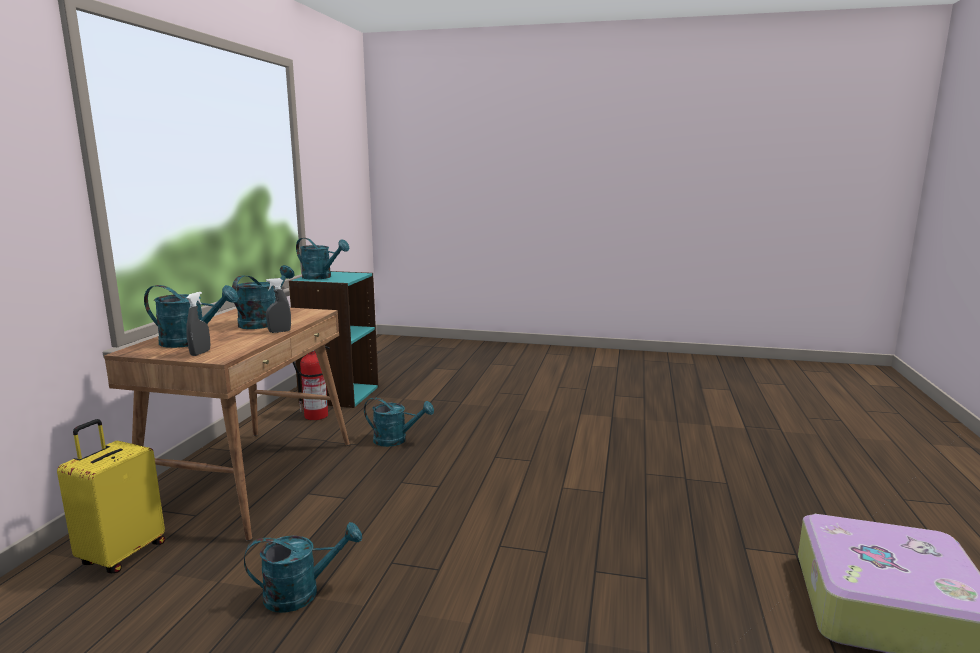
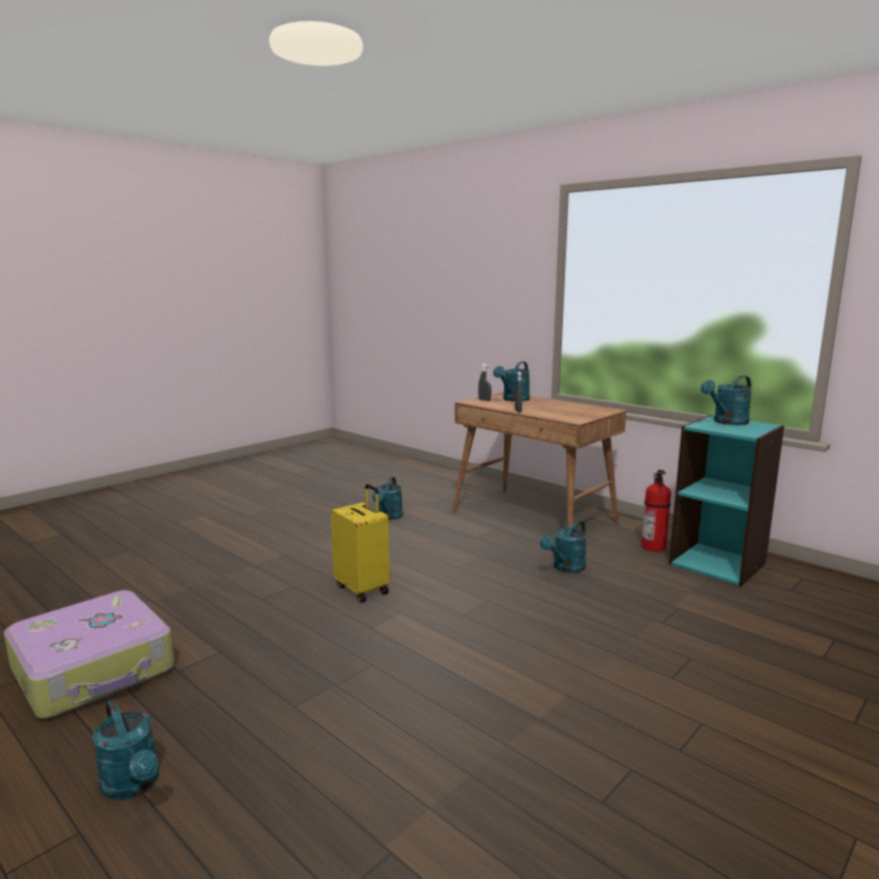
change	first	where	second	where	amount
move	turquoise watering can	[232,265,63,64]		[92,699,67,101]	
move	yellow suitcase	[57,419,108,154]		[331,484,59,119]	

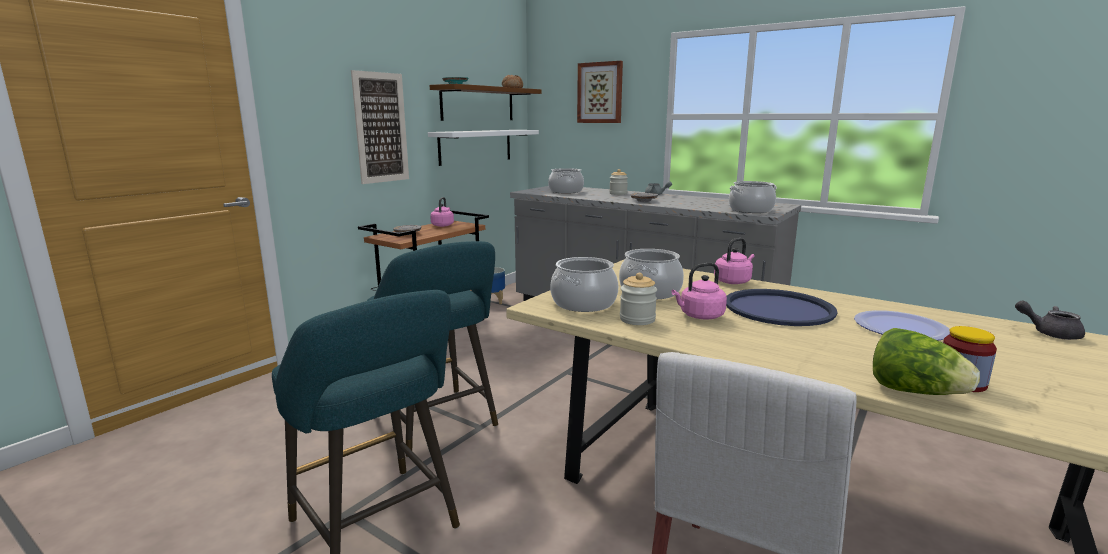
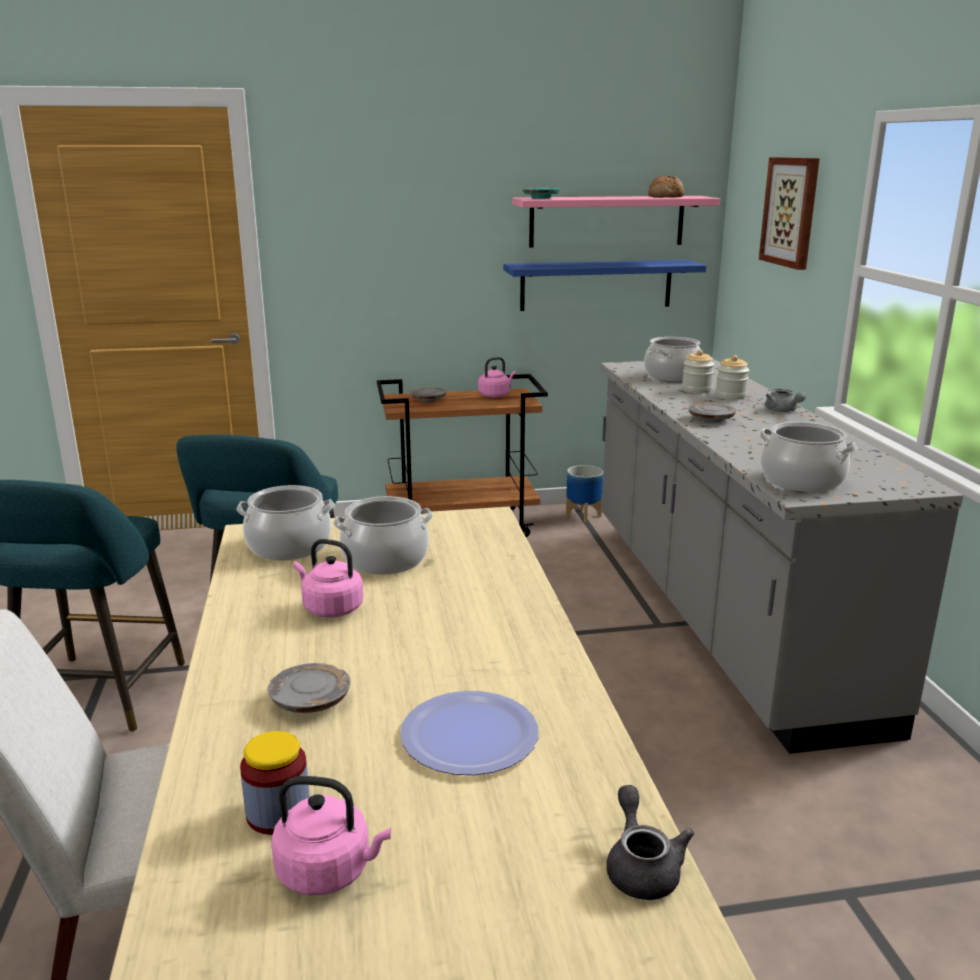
change	first	where	second	where	amount
delete	picture	[351,70,58,114]			
recolor	brown shelf	[430,84,112,37]	pink shelf	[512,196,208,51]	
recolor	white shelf	[428,130,111,36]	blue shelf	[503,260,203,51]	
move	pink kettle	[714,238,41,46]		[271,776,120,120]	
move	jar	[620,273,37,52]		[682,350,33,43]	
delete	blue tray	[726,289,112,37]			
delete	lettuce	[873,328,107,67]			
insert			grey plate	[268,663,83,50]	

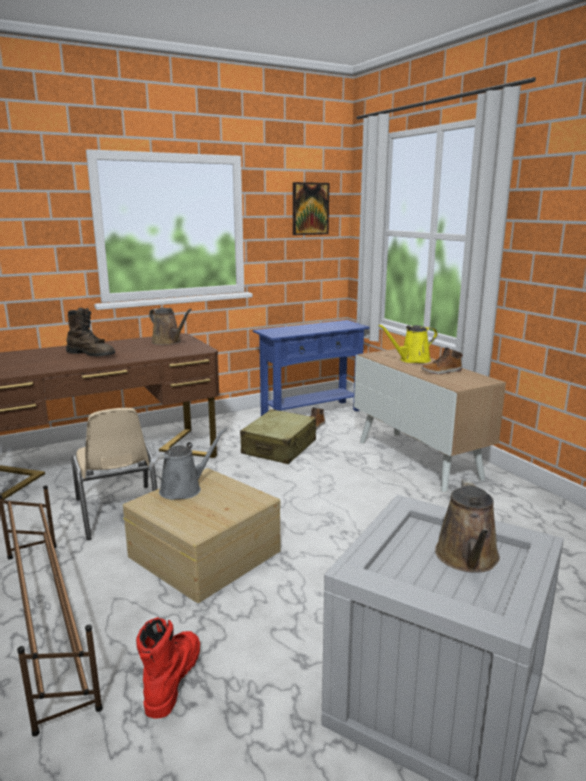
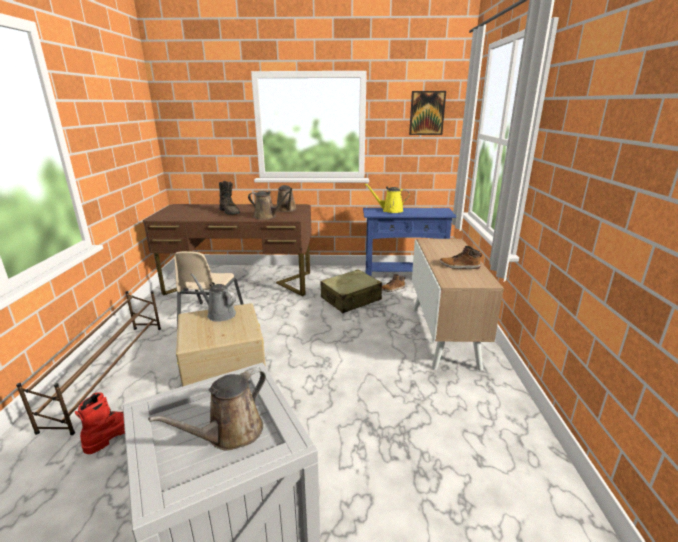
change	first	where	second	where	amount
move	yellow watering can	[378,325,60,38]		[365,184,45,29]	
rotate	grey watering can	[149,428,78,72]		[190,273,46,49]	135 degrees counterclockwise
insert			brown watering can	[248,191,43,29]	

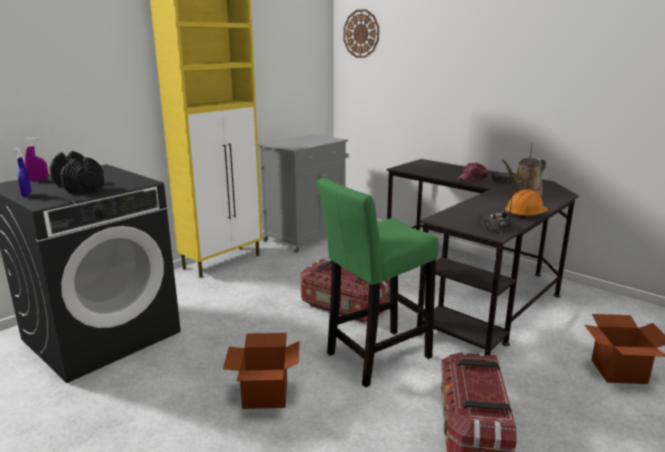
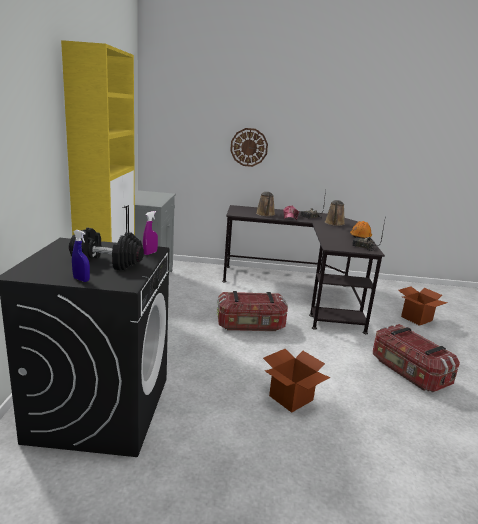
change	first	where	second	where	amount
move	wall clock	[343,9,36,49]		[230,128,38,39]	
move	purple spray bottle	[24,137,24,44]		[143,211,15,44]	
delete	green stool	[317,178,121,209]			
insert			brown watering can	[256,192,19,25]	

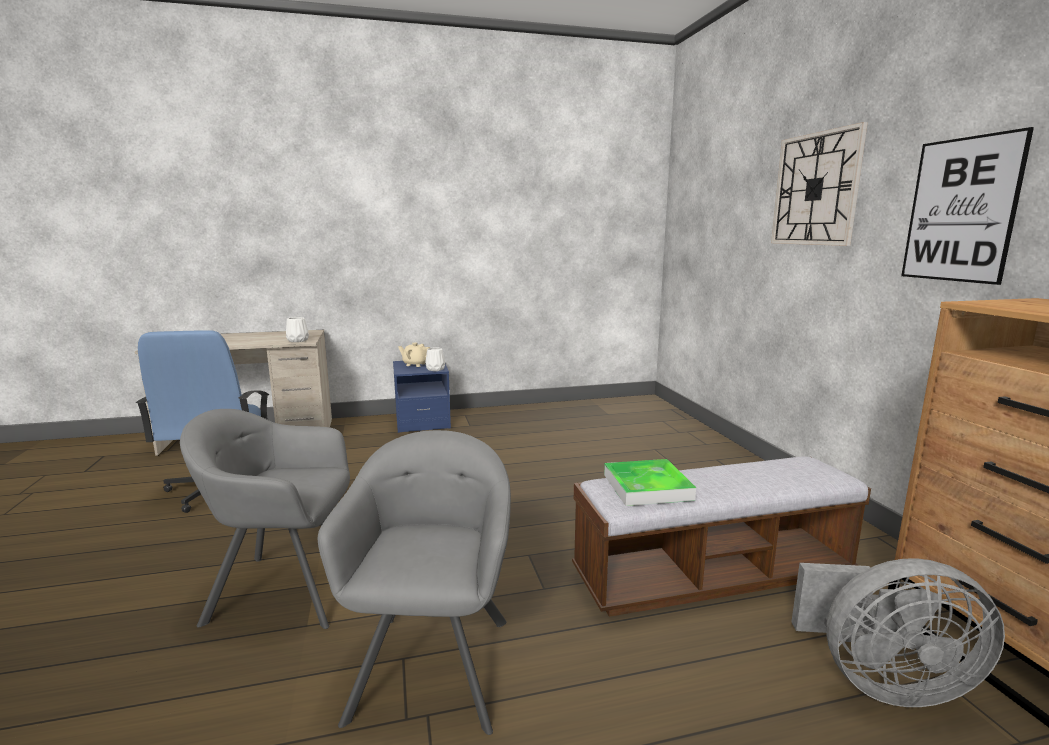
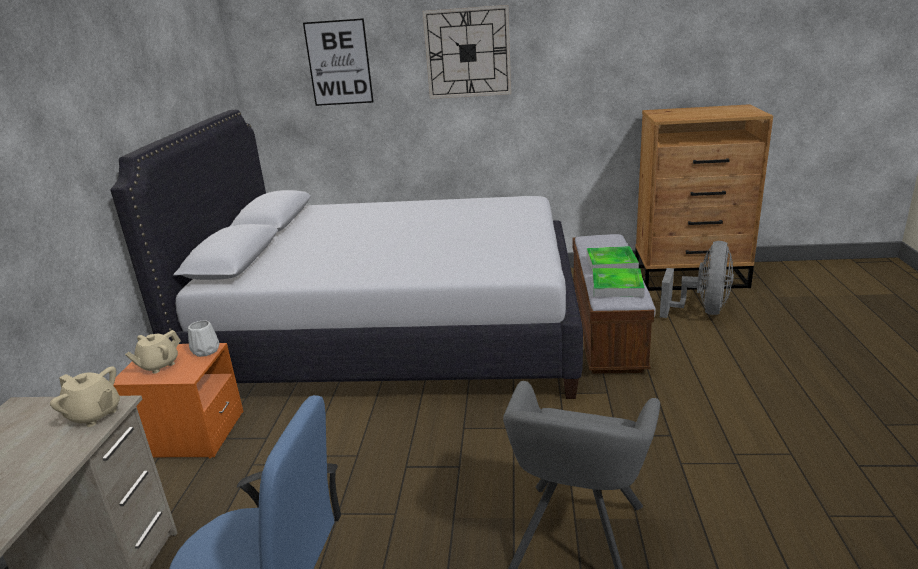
change	first	where	second	where	amount
move	picture	[901,127,133,158]		[303,18,71,88]	
replace	white vase	[286,317,23,25]	beige teapot	[50,366,70,61]	
recolor	blue nightstand	[393,361,58,72]	orange nightstand	[113,343,131,116]	
delete	grey armchair	[318,430,193,305]			
insert			white bed	[110,110,473,289]	
insert			tray	[586,246,53,27]	

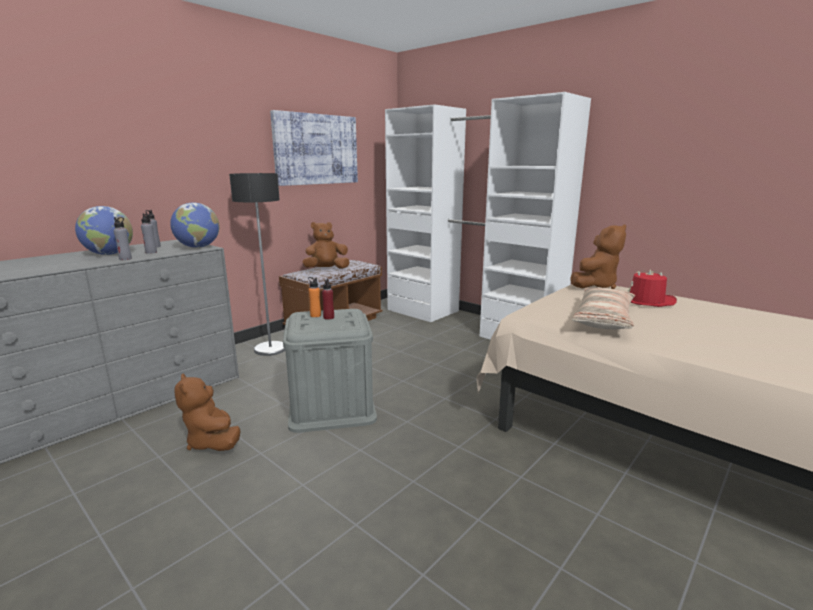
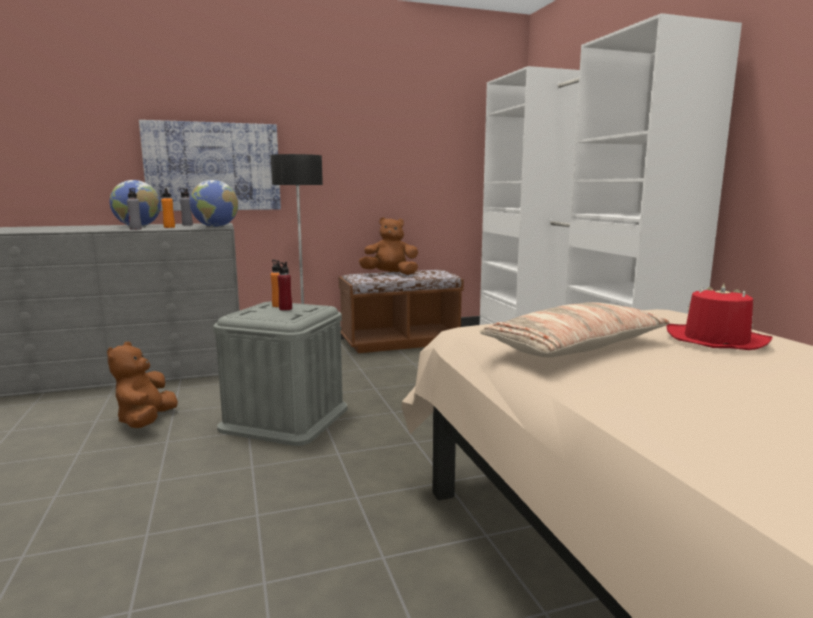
change	first	where	second	where	amount
move	picture	[270,110,88,76]		[139,120,142,91]	
recolor	grey bottle	[141,213,16,41]	orange bottle	[161,188,14,40]	
delete	brown plush toy	[571,224,55,65]			

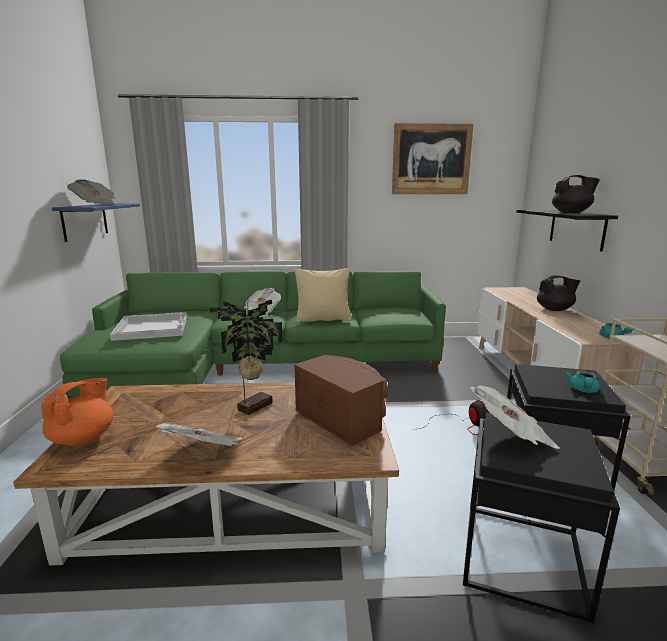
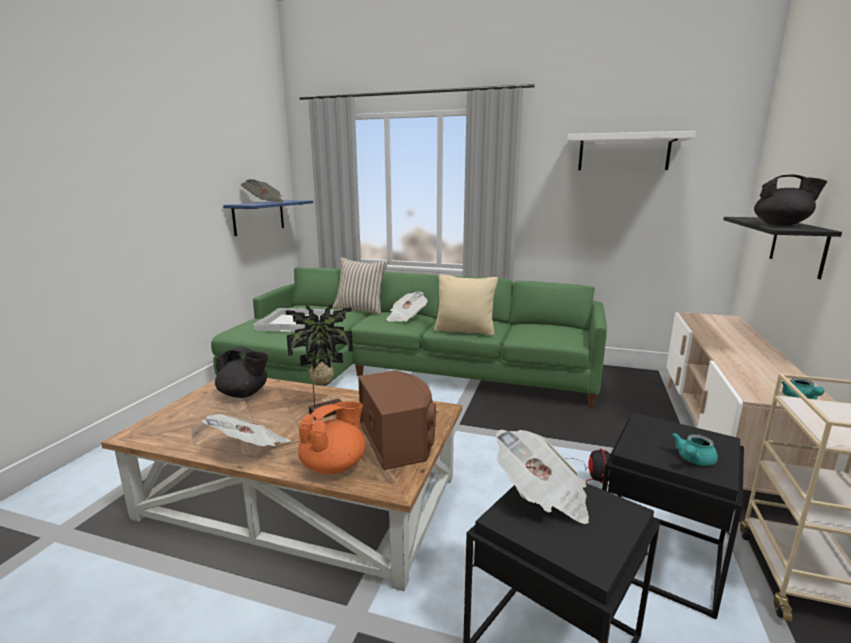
change	first	where	second	where	amount
replace	picture	[392,123,81,71]	white shelf	[567,131,129,39]	
move	black teapot	[537,275,43,36]		[215,347,53,51]	
move	orange teapot	[41,378,73,68]		[298,401,68,73]	
insert			beige pillow	[333,258,56,57]	

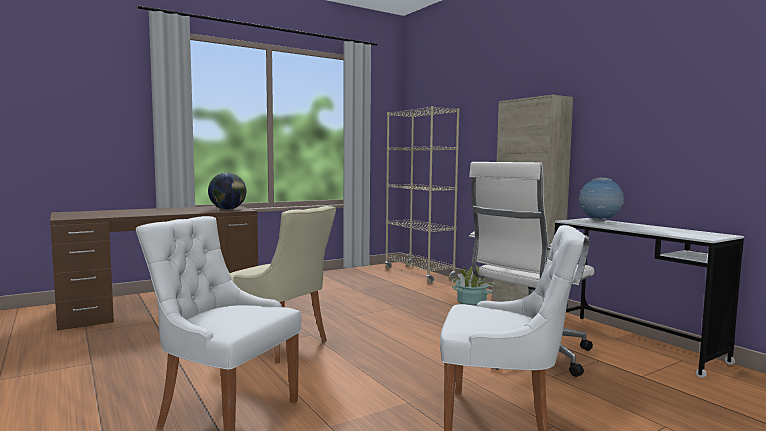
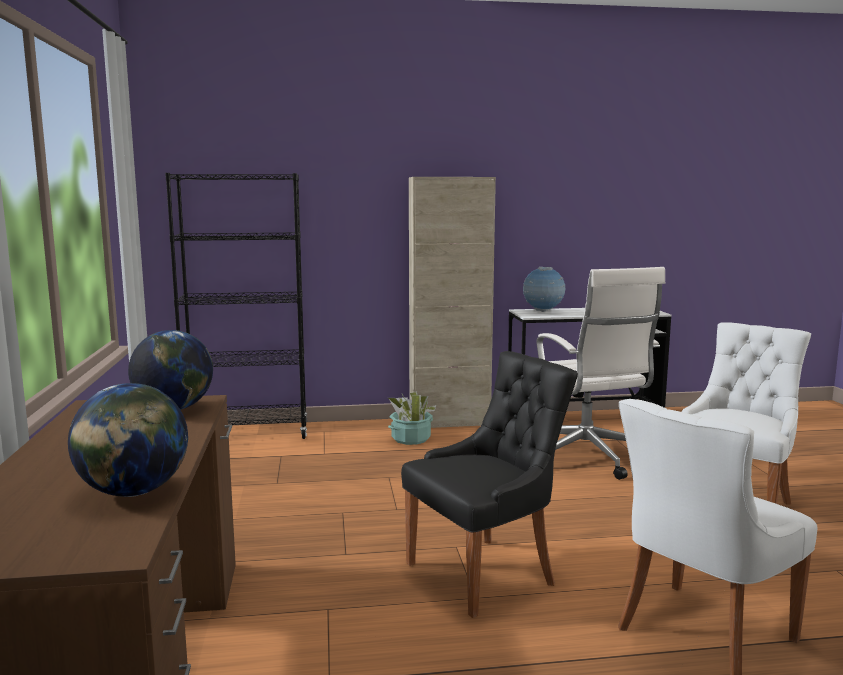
change	first	where	second	where	amount
recolor	beige bookcase	[385,106,75,178]	black bookcase	[165,173,143,266]	
recolor	beige chair	[230,206,106,157]	black chair	[401,351,177,267]	
insert			globe	[68,383,120,114]	

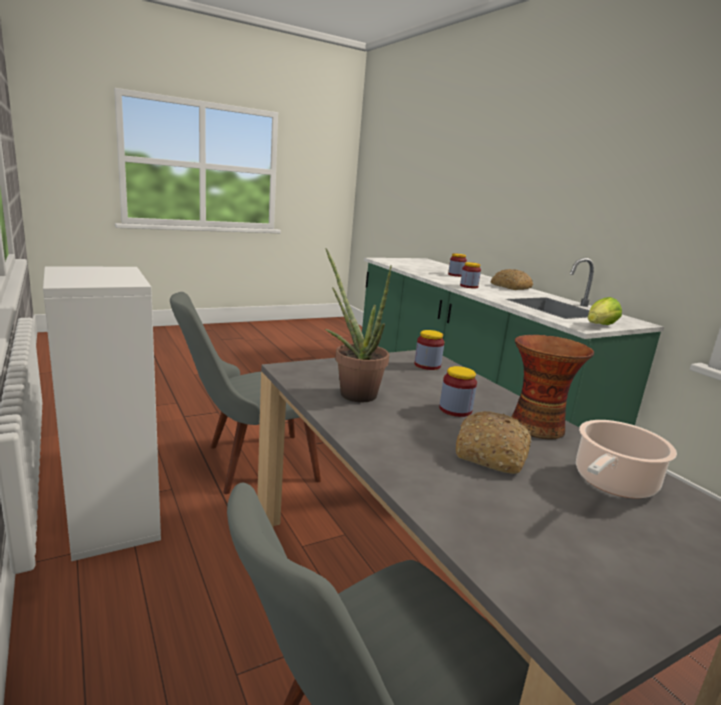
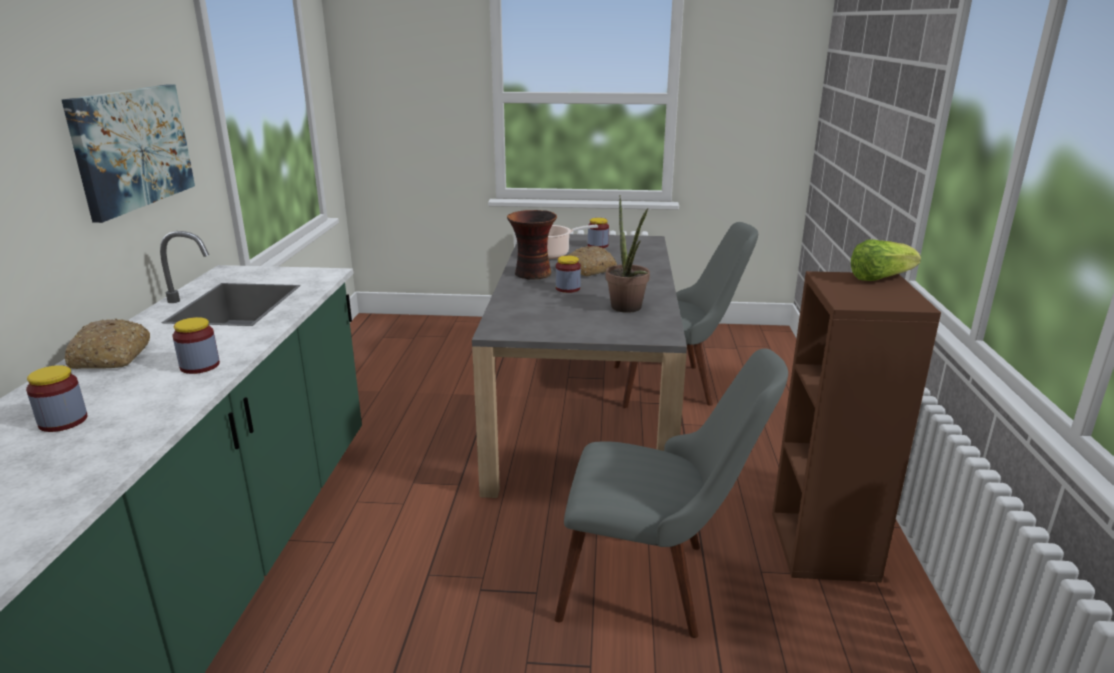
change	first	where	second	where	amount
recolor	white bookcase	[43,267,118,294]	brown bookcase	[772,271,169,311]	
move	lettuce	[588,297,34,28]		[851,239,70,42]	
move	jar	[414,330,30,40]		[588,218,21,30]	
insert			picture	[62,84,133,139]	

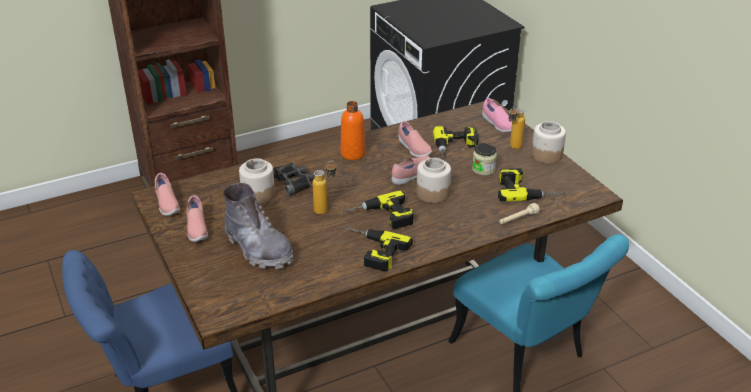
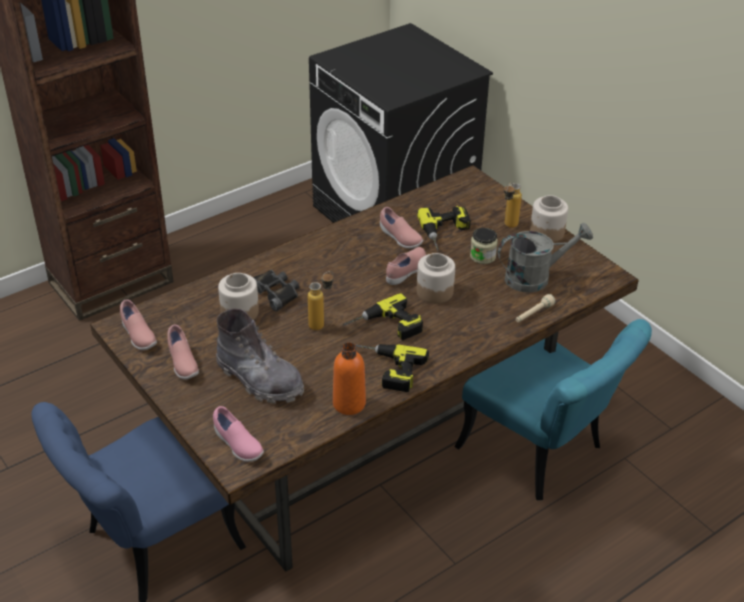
change	first	where	second	where	amount
move	pink shoe	[482,98,30,35]		[213,406,51,56]	
move	orange bottle	[341,101,24,59]		[333,342,33,73]	
replace	power drill	[498,168,66,34]	grey watering can	[498,223,95,70]	

